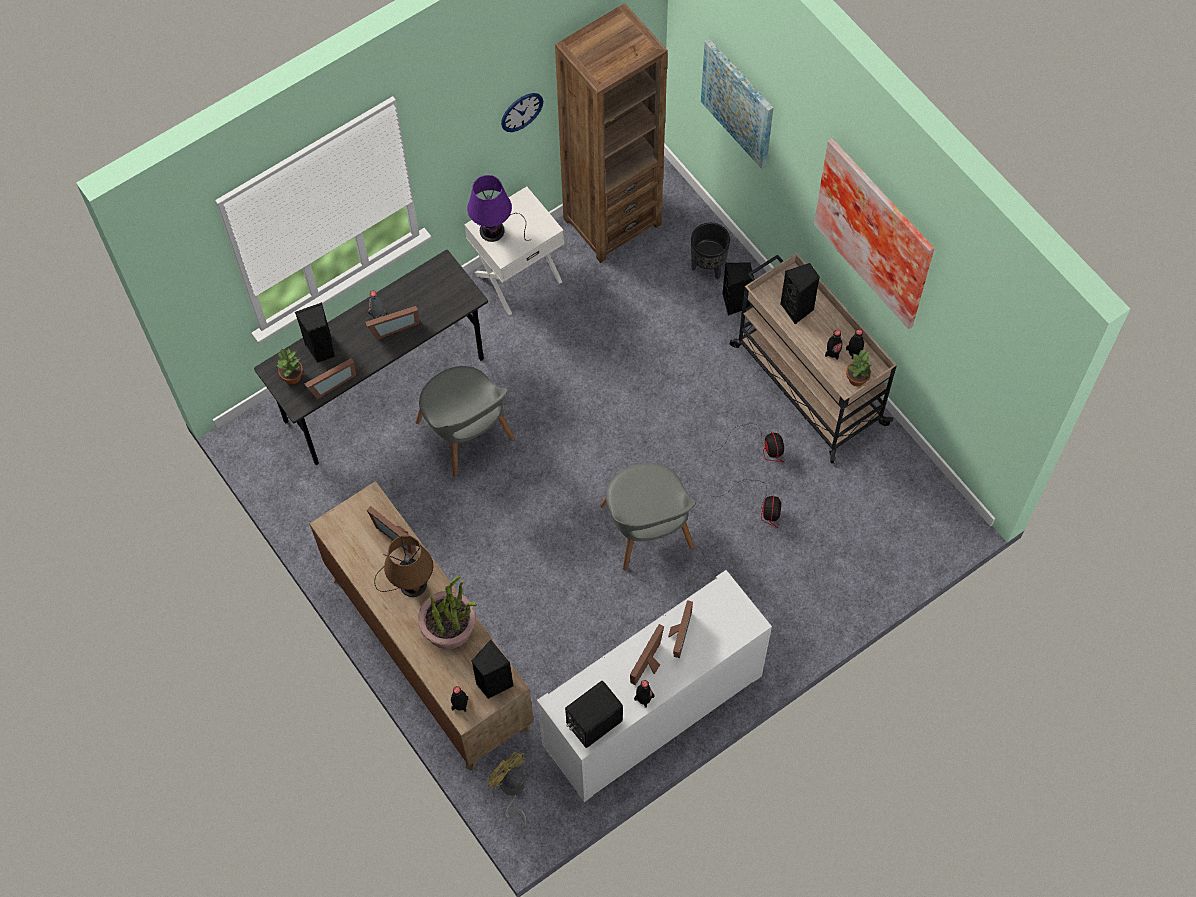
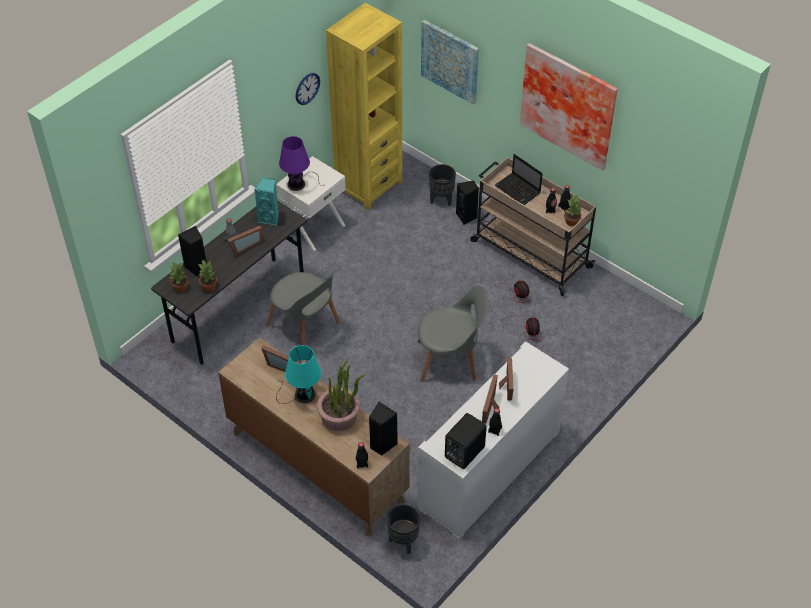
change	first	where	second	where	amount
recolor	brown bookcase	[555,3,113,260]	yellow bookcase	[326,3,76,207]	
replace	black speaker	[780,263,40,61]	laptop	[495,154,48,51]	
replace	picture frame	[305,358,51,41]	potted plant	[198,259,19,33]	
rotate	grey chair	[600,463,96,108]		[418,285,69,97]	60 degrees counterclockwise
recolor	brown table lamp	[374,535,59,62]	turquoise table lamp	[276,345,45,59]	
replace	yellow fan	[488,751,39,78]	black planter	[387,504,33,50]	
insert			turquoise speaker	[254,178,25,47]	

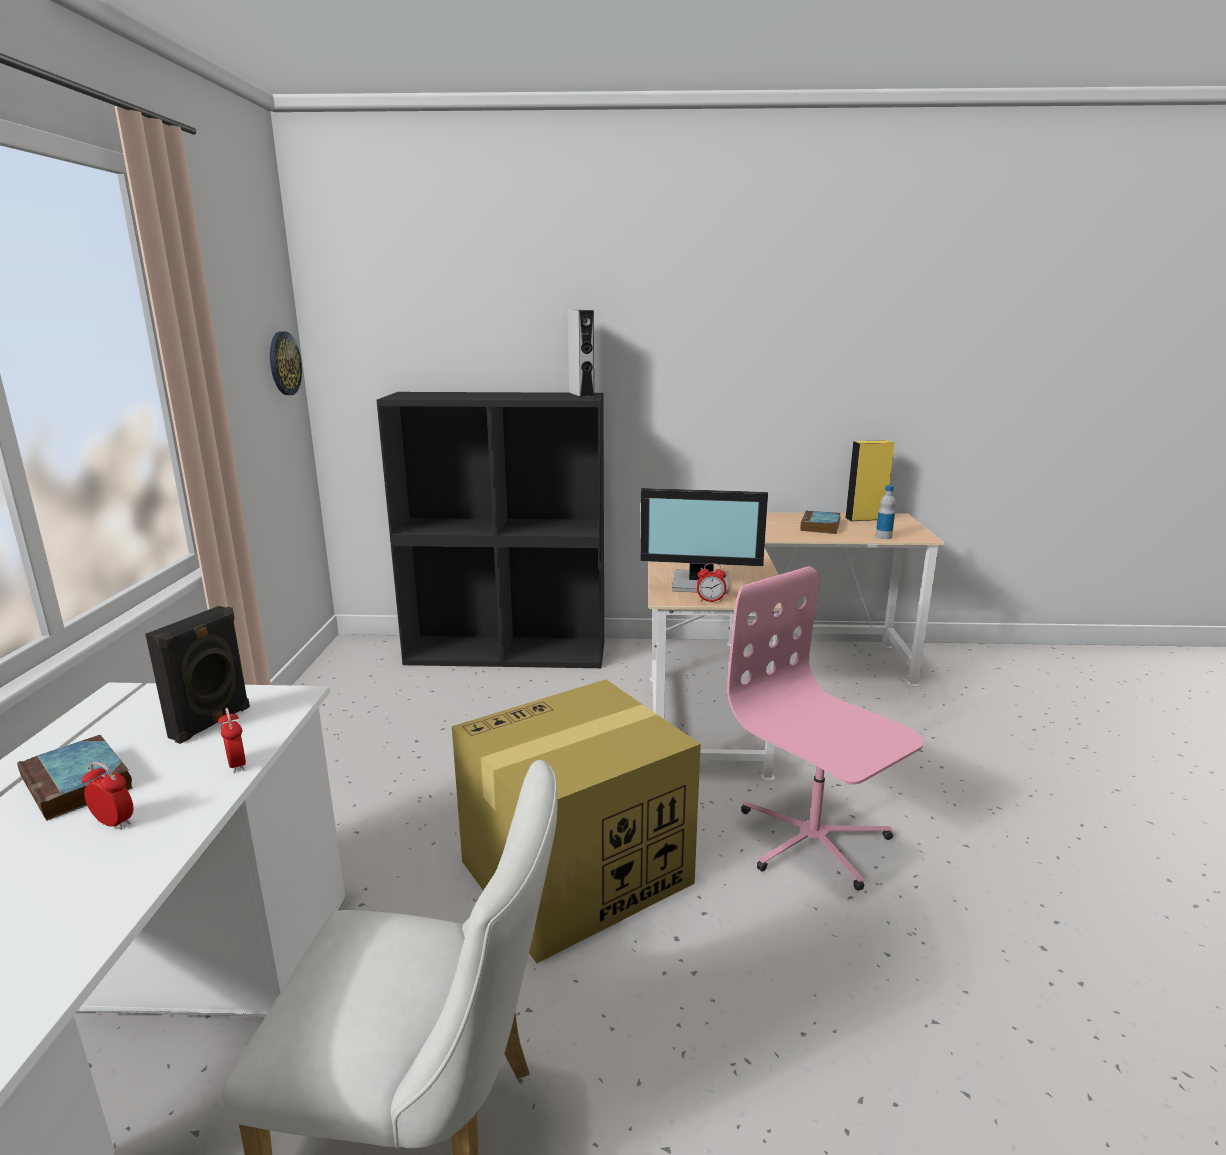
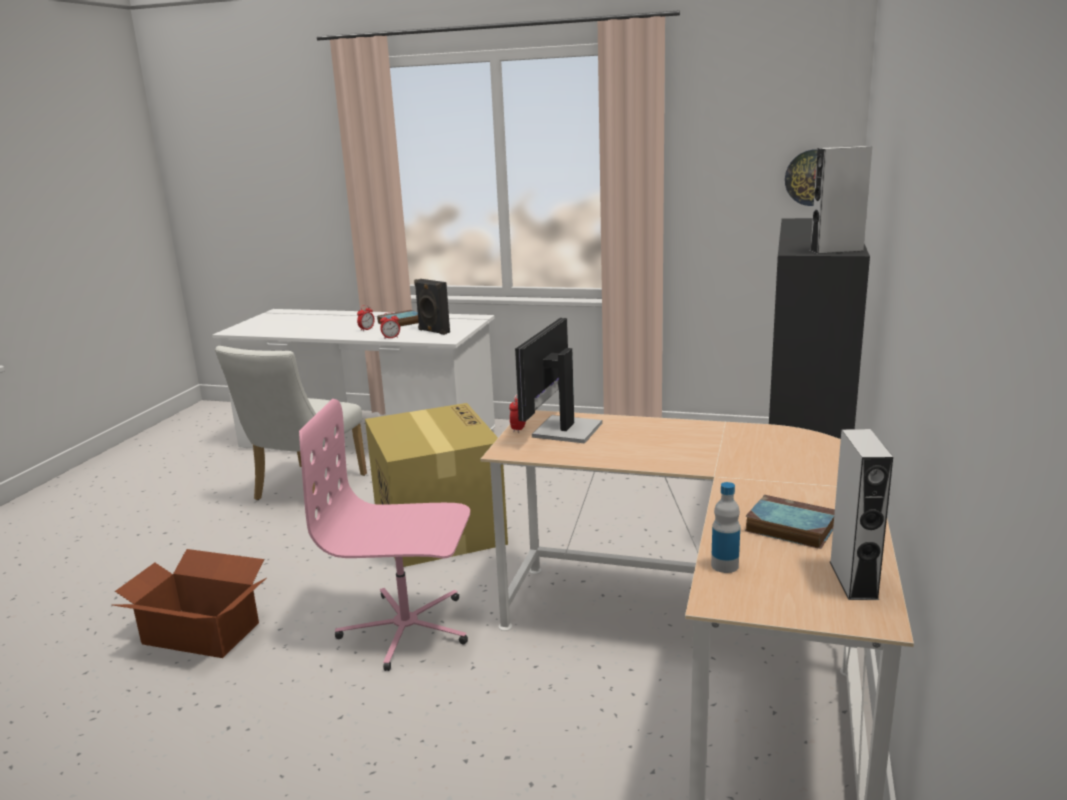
change	first	where	second	where	amount
recolor	yellow speaker	[845,440,49,81]	grey speaker	[829,429,64,171]	
rotate	pink office chair	[727,566,197,325]		[299,399,171,272]	150 degrees counterclockwise
insert			cardboard box	[113,549,153,109]	

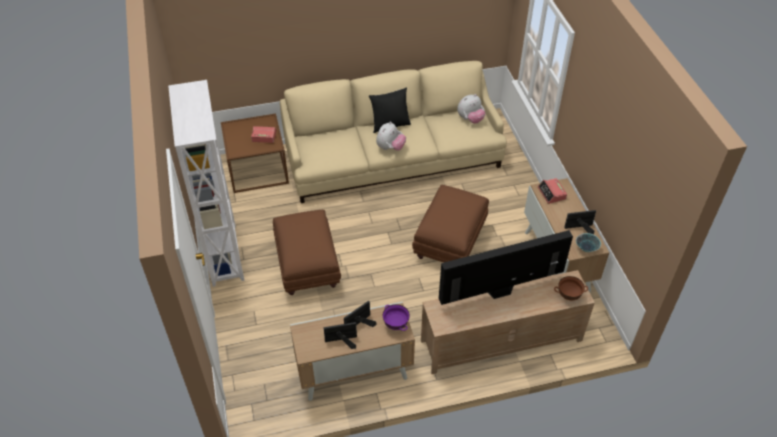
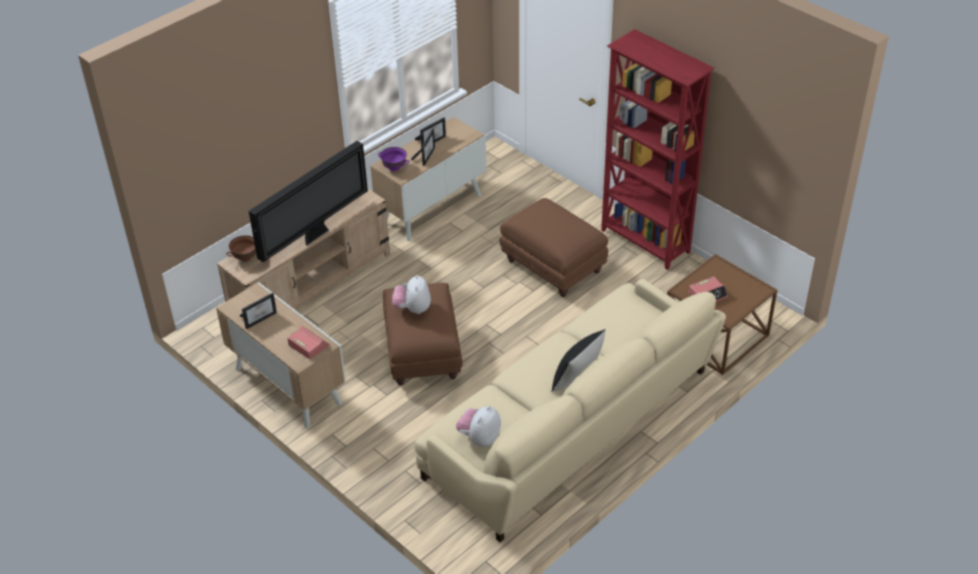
change	first	where	second	where	amount
recolor	white bookcase	[168,80,76,207]	red bookcase	[601,29,114,241]	
move	plush toy	[376,122,30,29]		[392,275,39,39]	
delete	bowl	[576,233,25,19]			

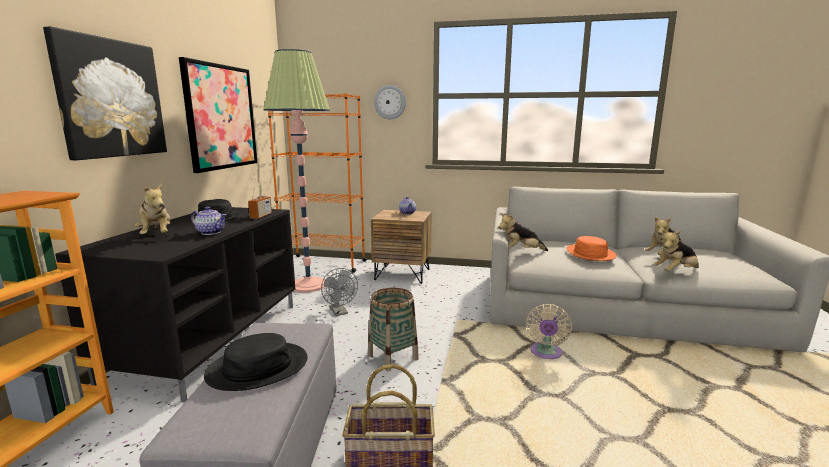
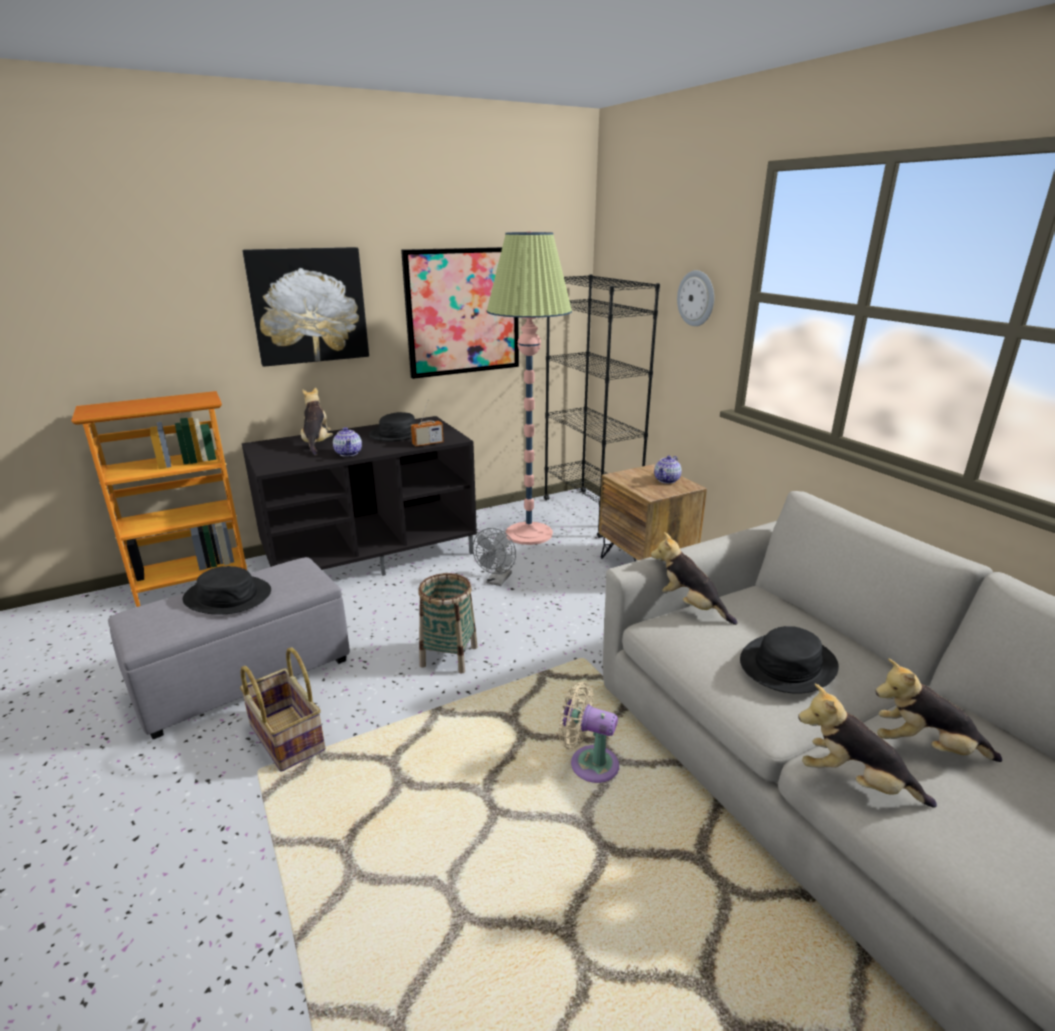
change	first	where	second	where	amount
recolor	orange bookcase	[268,93,99,180]	black bookcase	[544,274,116,264]	
rotate	plush toy	[135,183,35,51]		[301,388,32,68]	150 degrees clockwise
recolor	orange hat	[566,236,51,25]	black hat	[740,626,99,68]	
rotate	beige fan	[526,304,46,55]		[558,682,61,101]	45 degrees clockwise

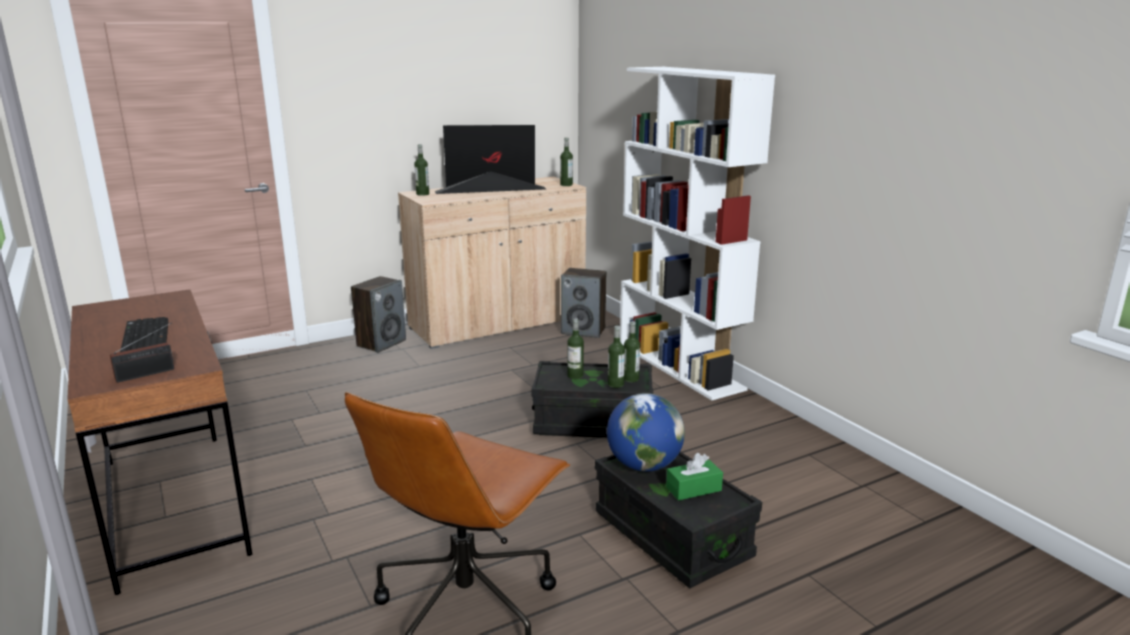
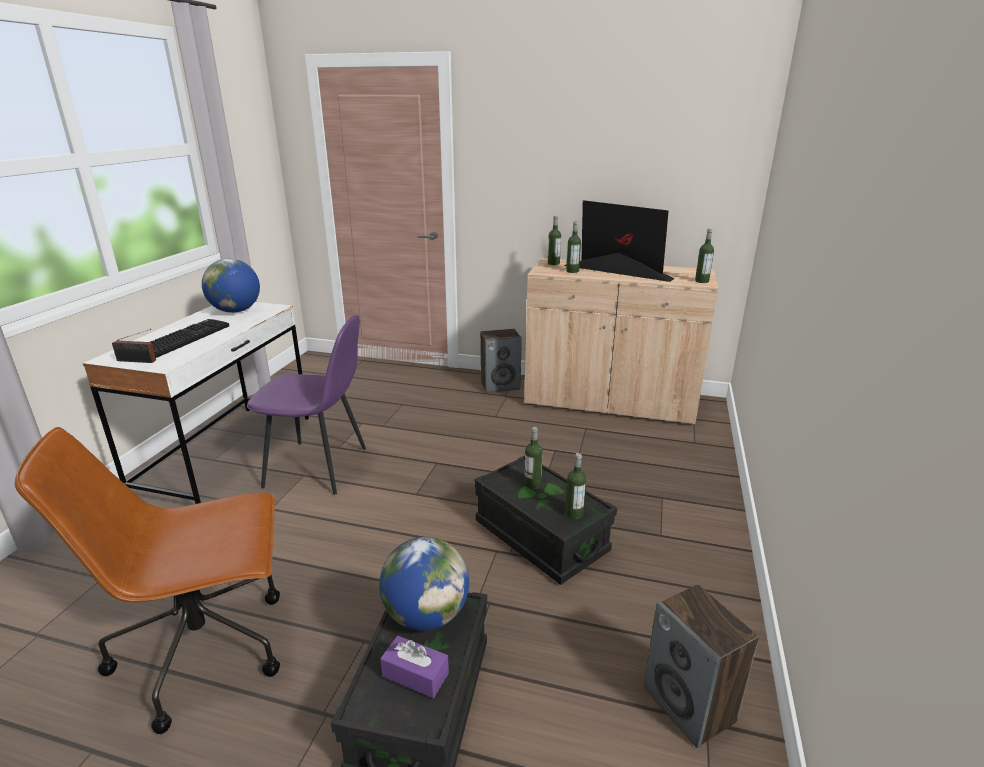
change	first	where	second	where	amount
delete	white bookcase	[620,67,155,333]			
move	speaker	[561,268,45,70]		[644,585,115,163]	
recolor	brown desk	[67,289,185,306]	white desk	[83,302,226,202]	
move	bottle	[608,325,17,63]		[566,221,15,52]	
recolor	green tissue box	[666,453,57,48]	purple tissue box	[380,636,69,62]	
insert			globe	[202,259,58,54]	
insert			purple chair	[247,315,119,180]	

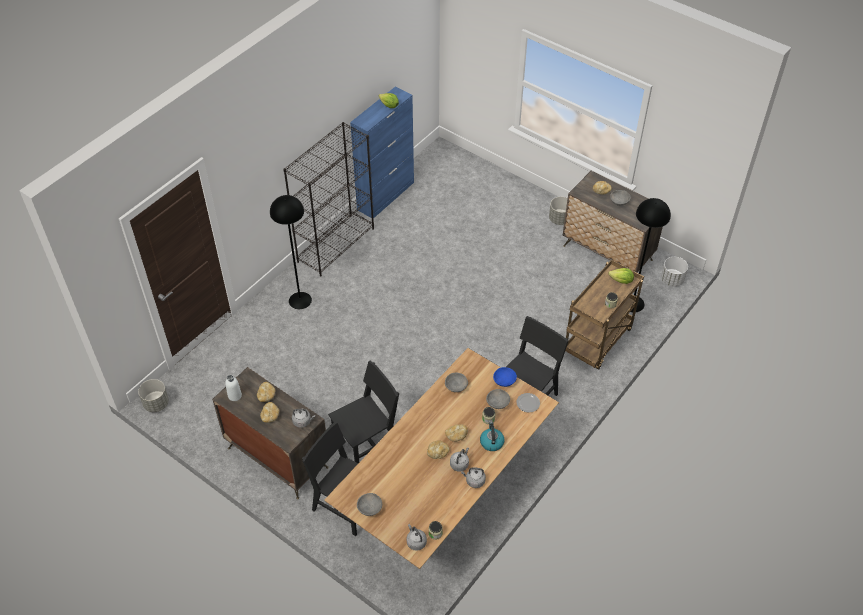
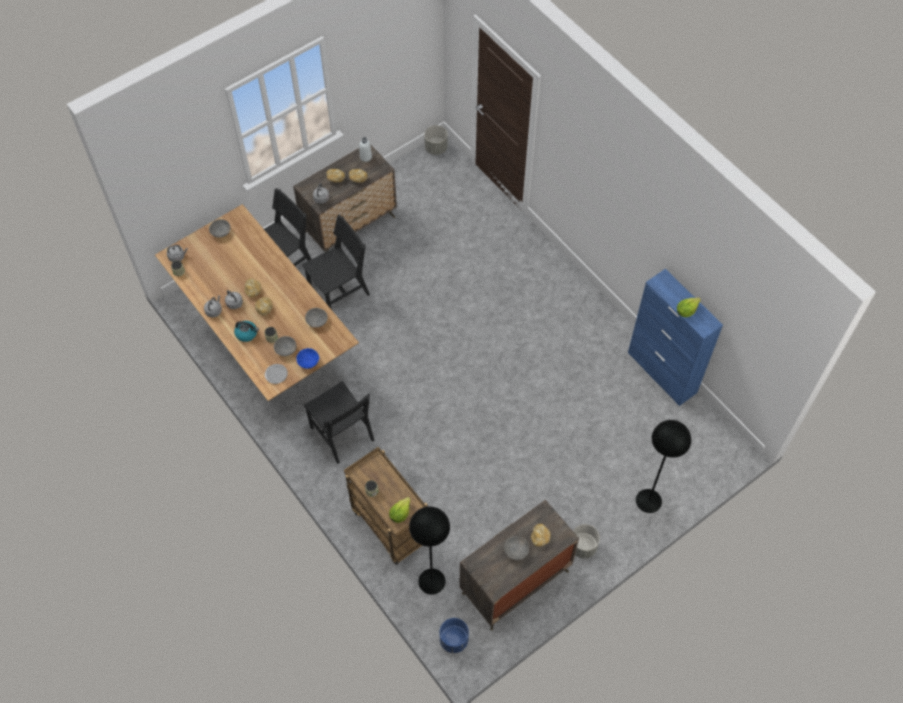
change	first	where	second	where	amount
delete	black bookcase	[283,122,91,154]			
move	black floor lamp	[270,195,42,114]		[636,420,55,93]	
recolor	white planter	[661,257,27,30]	blue planter	[440,618,29,35]	
rotate	black chair	[328,360,71,103]		[302,215,68,95]	105 degrees counterclockwise

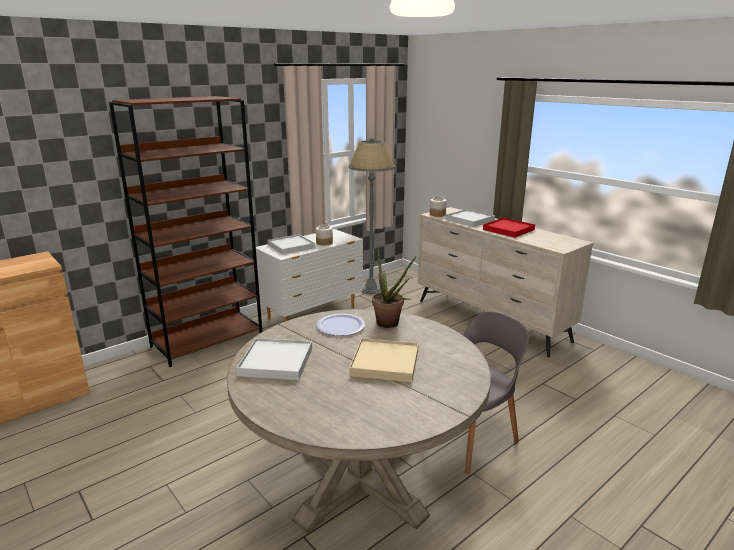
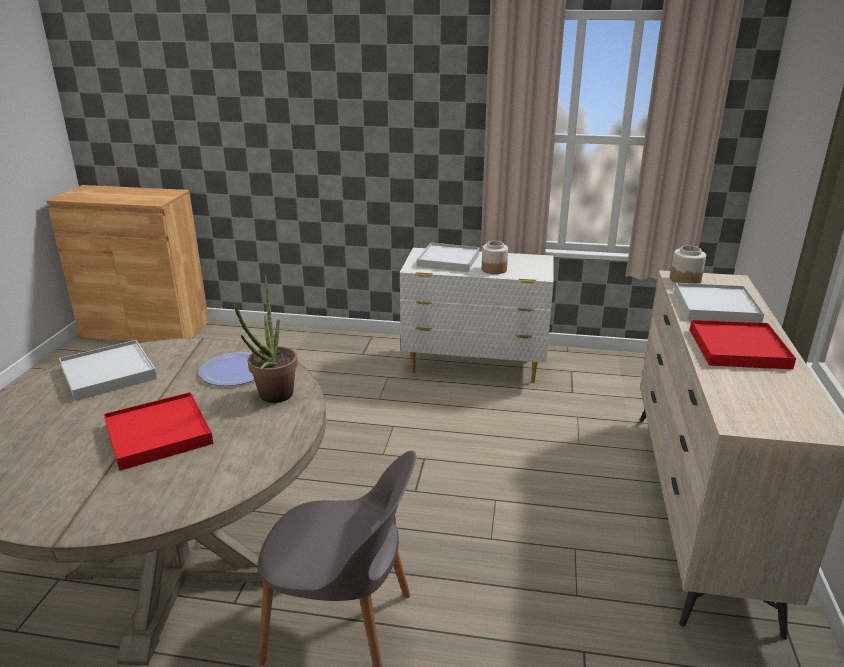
change	first	where	second	where	amount
delete	brown bookcase	[109,96,153,271]			
delete	grey floor lamp	[349,138,46,156]			
recolor	beige tray	[349,338,70,44]	red tray	[104,392,109,79]	

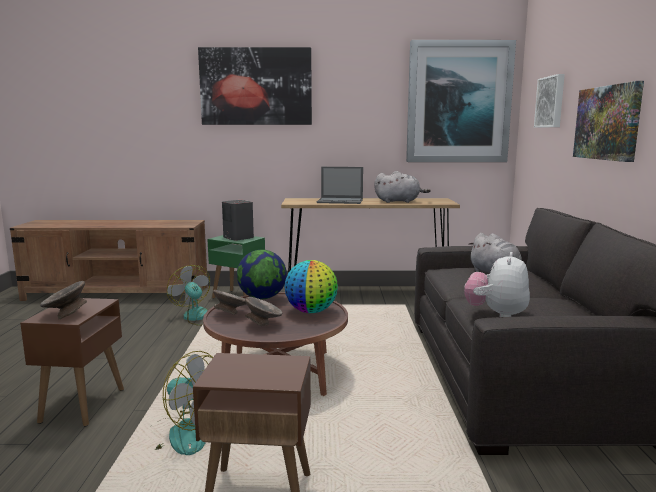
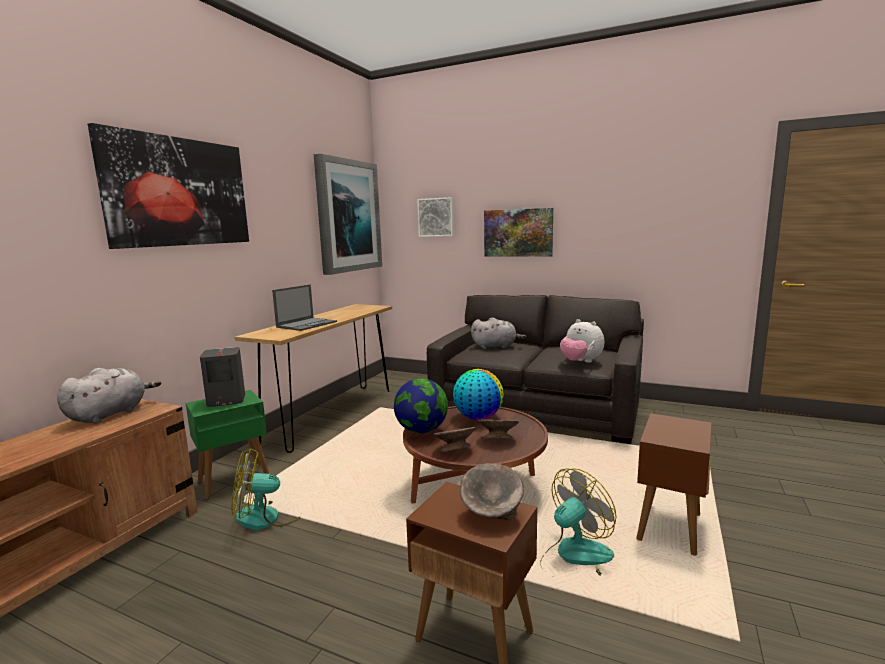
change	first	where	second	where	amount
move	grey plush toy	[374,171,57,32]		[57,368,104,56]	

